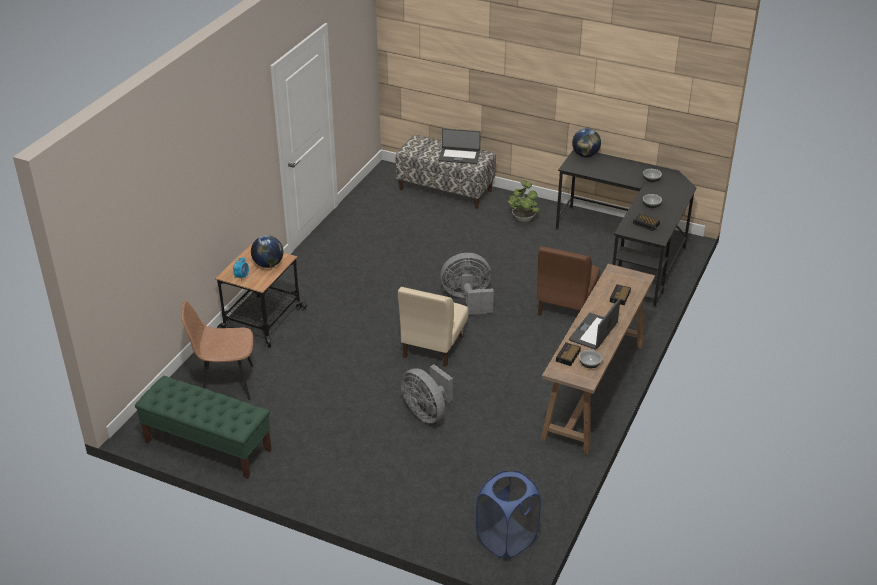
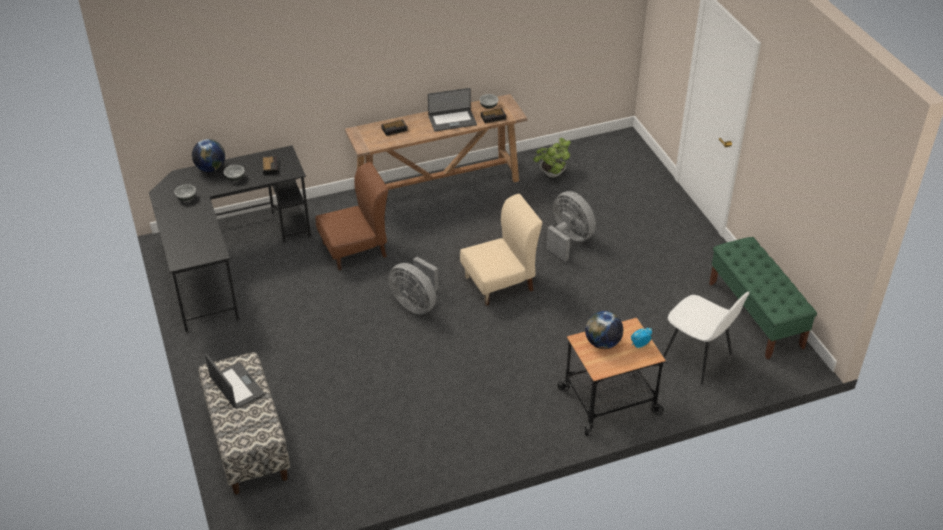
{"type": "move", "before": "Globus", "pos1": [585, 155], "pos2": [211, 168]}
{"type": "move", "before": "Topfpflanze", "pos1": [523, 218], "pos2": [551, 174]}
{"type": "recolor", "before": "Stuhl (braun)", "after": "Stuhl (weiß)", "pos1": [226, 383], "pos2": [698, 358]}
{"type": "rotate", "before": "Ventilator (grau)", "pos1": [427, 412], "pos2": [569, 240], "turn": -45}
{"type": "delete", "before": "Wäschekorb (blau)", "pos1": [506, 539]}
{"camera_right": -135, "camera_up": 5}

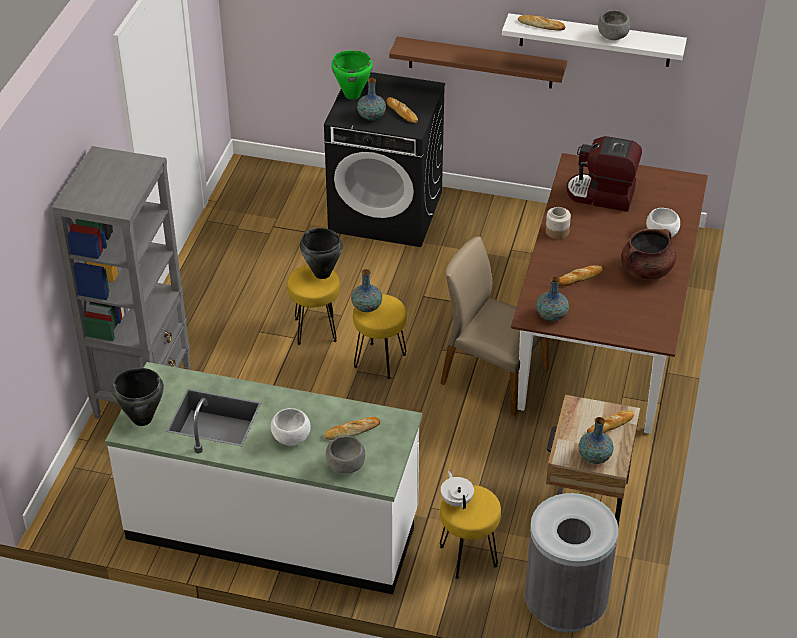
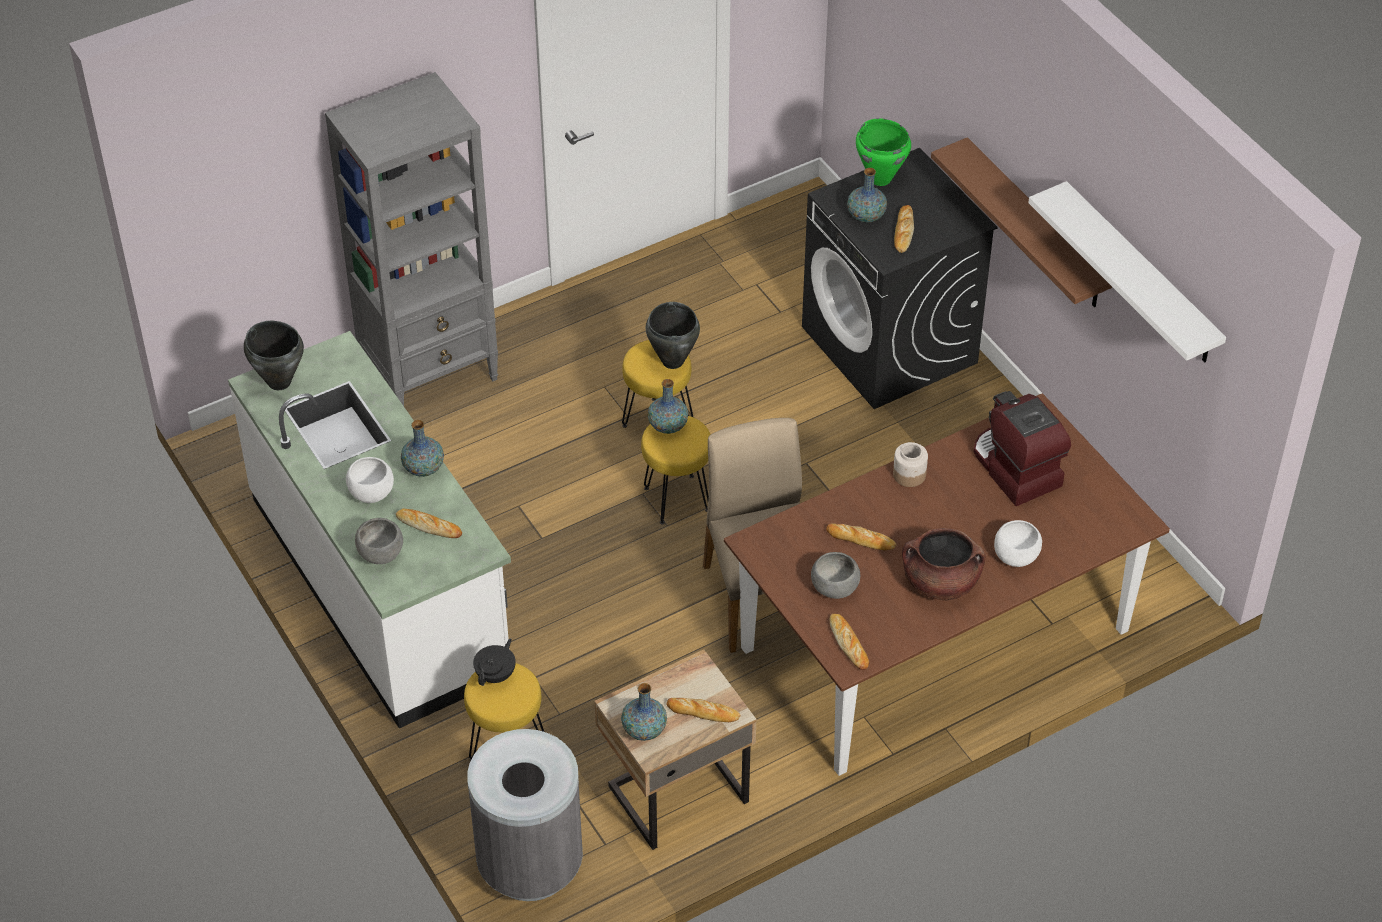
{"type": "move", "before": "Schüssel (grau)", "pos1": [612, 36], "pos2": [834, 588]}
{"type": "move", "before": "Brot", "pos1": [541, 25], "pos2": [848, 644]}
{"type": "move", "before": "Vase", "pos1": [551, 315], "pos2": [423, 468]}
{"type": "recolor", "before": "Teekanne (weiß)", "after": "Teekanne (schwarz)", "pos1": [457, 500], "pos2": [496, 675]}
{"camera_right": 45, "camera_up": 5}

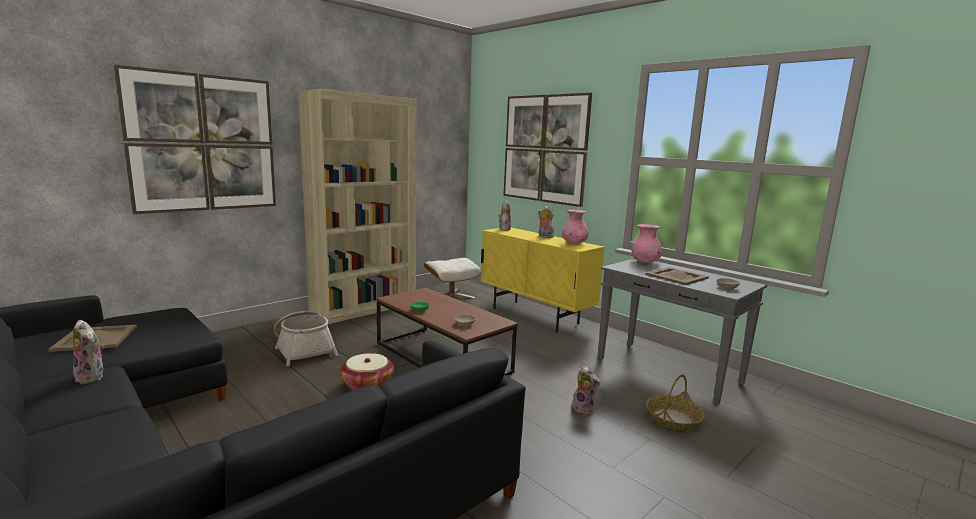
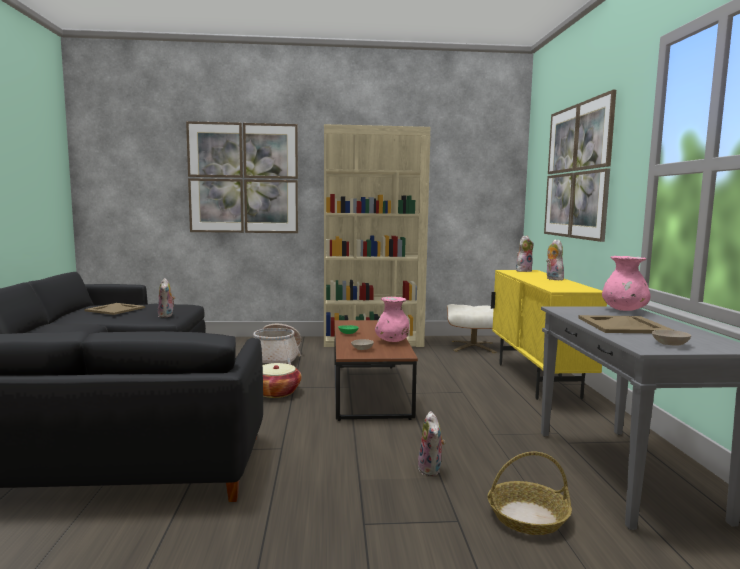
{"type": "move", "before": "Vase (rosa)", "pos1": [574, 243], "pos2": [392, 341]}
{"type": "move", "before": "Plüschtier", "pos1": [92, 377], "pos2": [167, 315]}
{"camera_right": 40, "camera_up": -5}

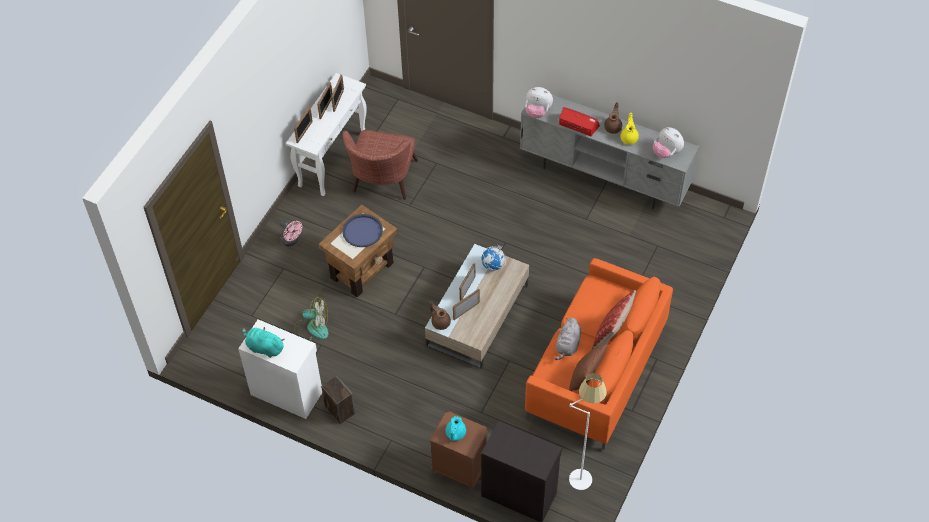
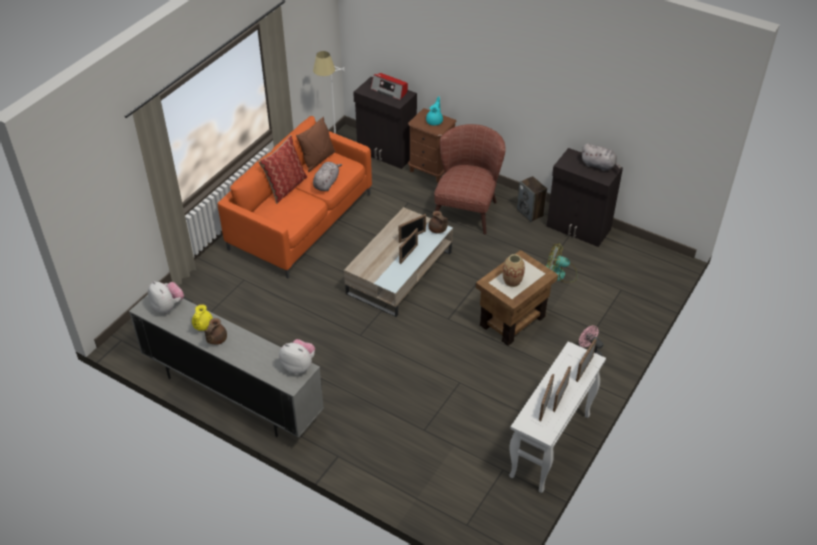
{"type": "move", "before": "Radio", "pos1": [578, 125], "pos2": [390, 90]}
{"type": "move", "before": "Sessel (braun)", "pos1": [382, 182], "pos2": [467, 208]}
{"type": "replace", "before": "Tablett (blau)", "after": "Vase", "pos1": [362, 231], "pos2": [512, 281]}
{"type": "delete", "before": "Globus", "pos1": [493, 265]}
{"type": "recolor", "before": "Schrank (weiß)", "after": "Schrank (schwarz)", "pos1": [286, 392], "pos2": [578, 228]}
{"type": "recolor", "before": "Plüschtier (türkis)", "after": "Plüschtier (grau)", "pos1": [264, 347], "pos2": [599, 165]}
{"camera_right": -175, "camera_up": -10}

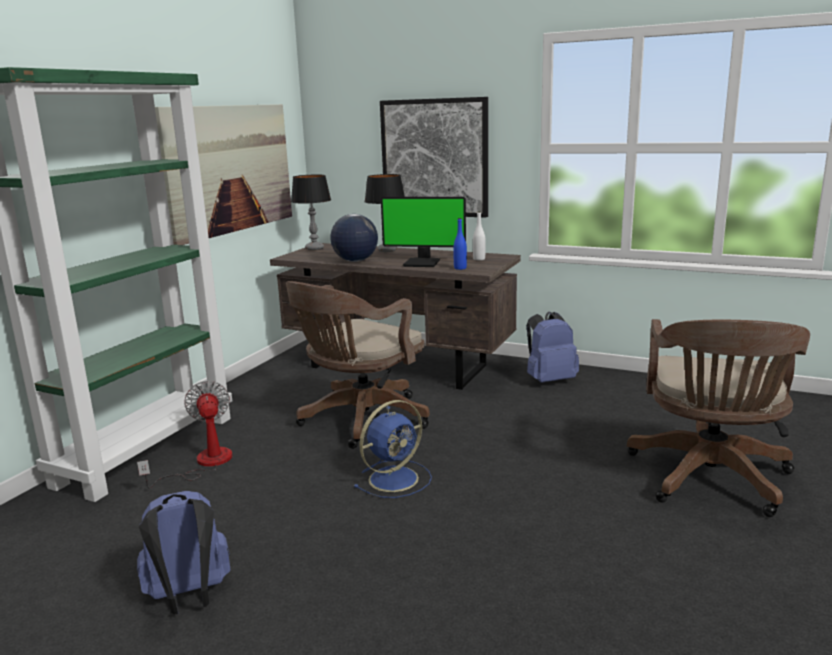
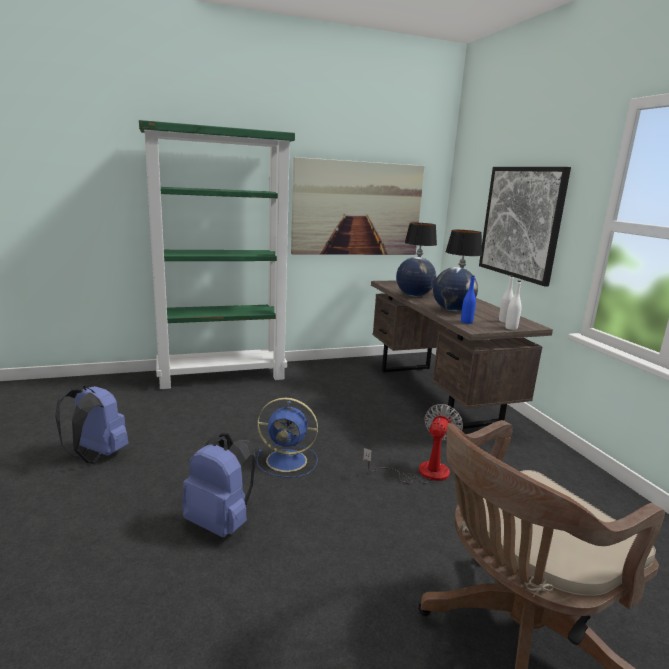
{"type": "replace", "before": "Monitor", "after": "Globus", "pos1": [422, 263], "pos2": [452, 310]}
{"type": "delete", "before": "Bürostuhl (braun)", "pos1": [360, 421]}
{"type": "move", "before": "Rucksack (blau)", "pos1": [549, 380], "pos2": [221, 522]}
{"type": "move", "before": "Ventilator", "pos1": [203, 463], "pos2": [422, 472]}
{"type": "insert", "after": "Flasche (weiß)", "pos2": [511, 328]}
{"camera_right": 45, "camera_up": 0}

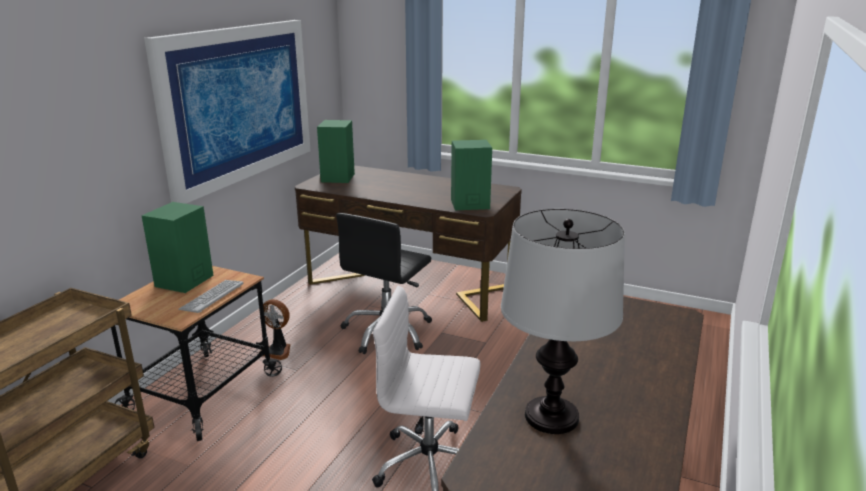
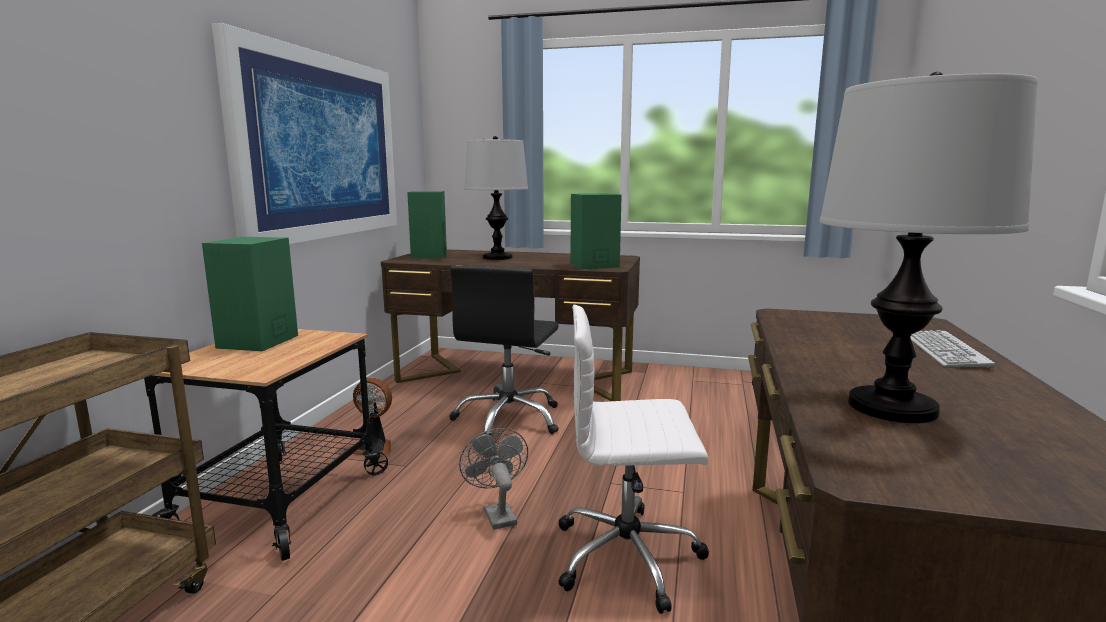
{"type": "move", "before": "Tastatur", "pos1": [212, 297], "pos2": [944, 350]}
{"type": "insert", "after": "Tischlampe", "pos2": [498, 257]}
{"type": "insert", "after": "Ventilator (grau)", "pos2": [497, 513]}
{"camera_right": -10, "camera_up": -10}

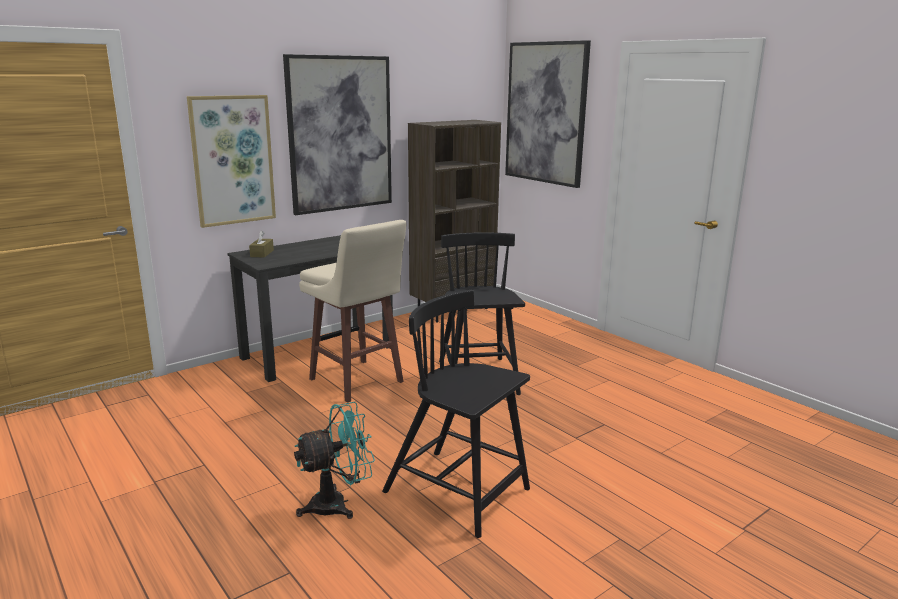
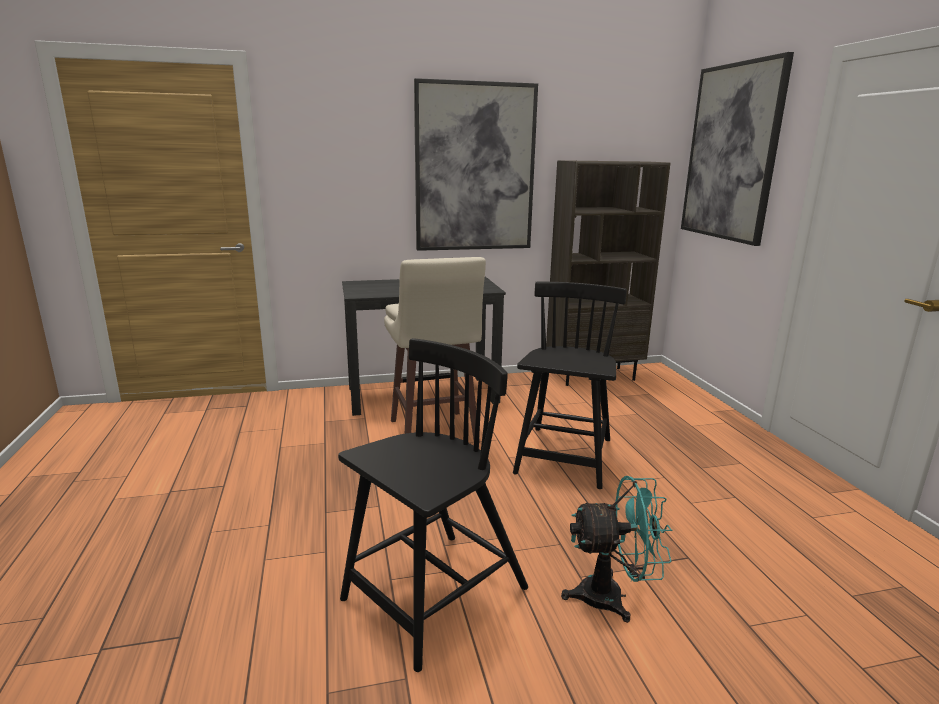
{"type": "delete", "before": "Bild", "pos1": [232, 160]}
{"type": "delete", "before": "Taschentuchbox (braun)", "pos1": [262, 253]}
{"type": "rotate", "before": "Stuhl (schwarz)", "pos1": [458, 492], "pos2": [433, 596], "turn": 75}
{"type": "move", "before": "Ventilator (türkis)", "pos1": [337, 504], "pos2": [612, 596]}
{"camera_right": 25, "camera_up": 0}

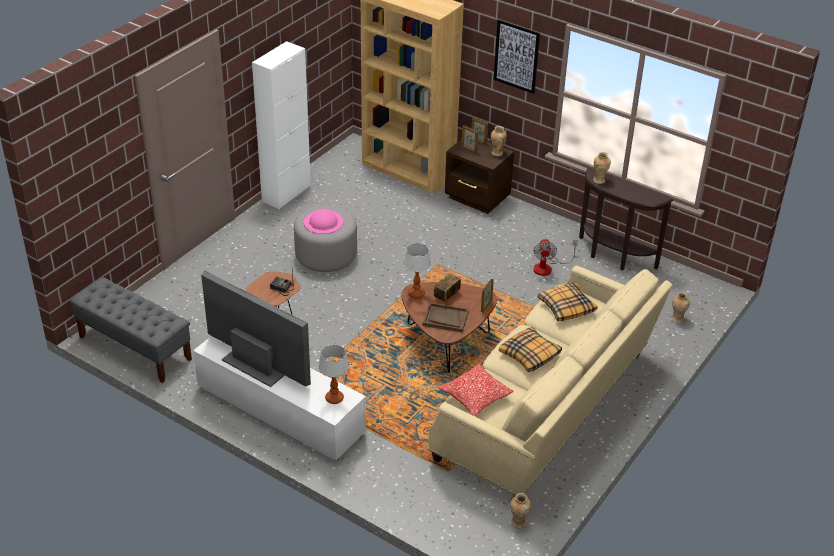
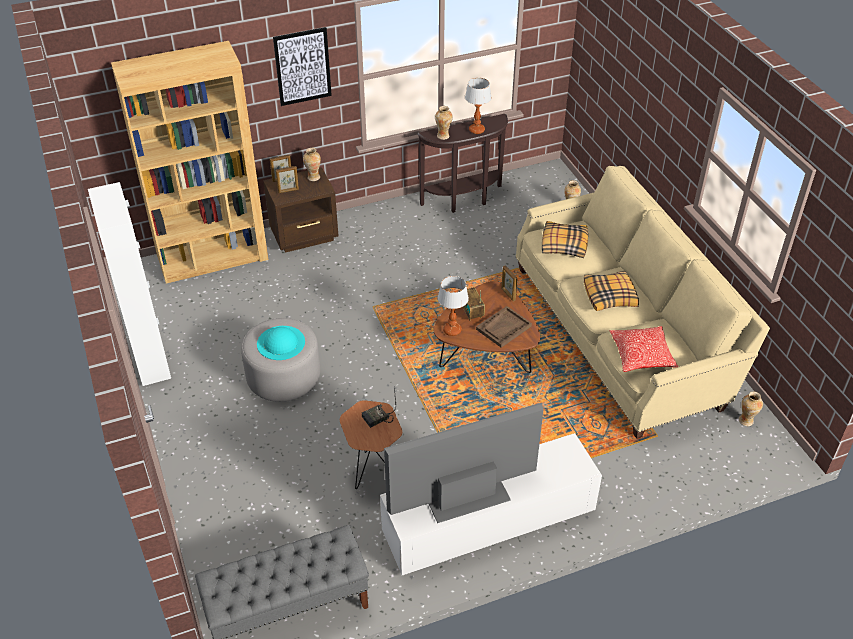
{"type": "recolor", "before": "Hut (rosa)", "after": "Hut (türkis)", "pos1": [323, 222], "pos2": [281, 342]}
{"type": "delete", "before": "Ventilator", "pos1": [548, 267]}
{"type": "move", "before": "Tischlampe", "pos1": [334, 398], "pos2": [476, 130]}
{"camera_right": -55, "camera_up": 5}

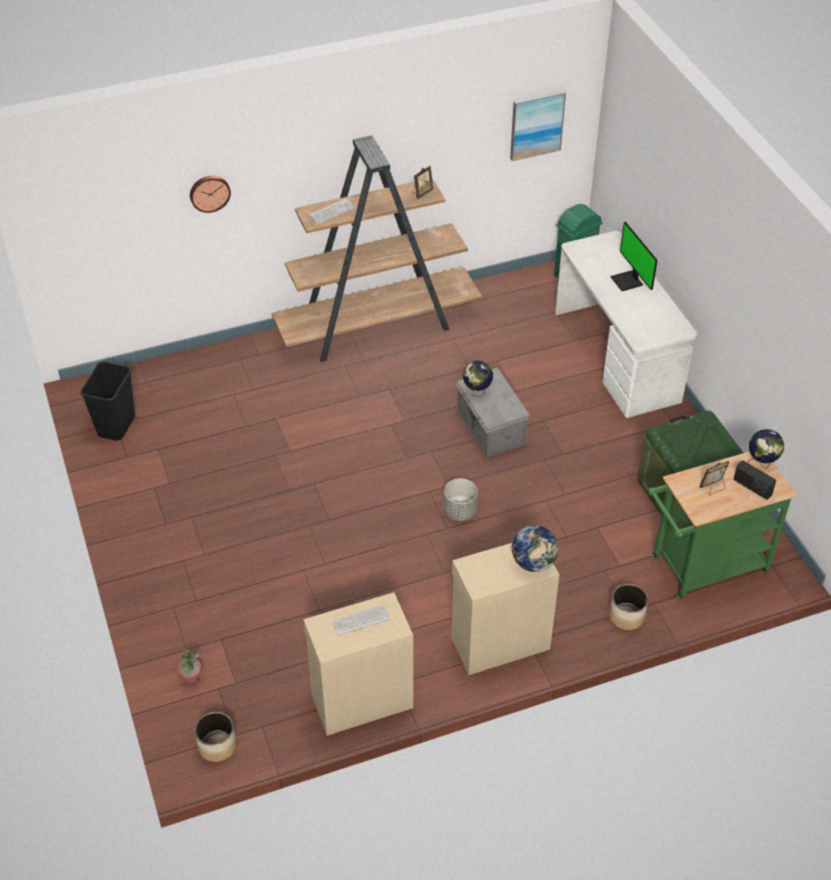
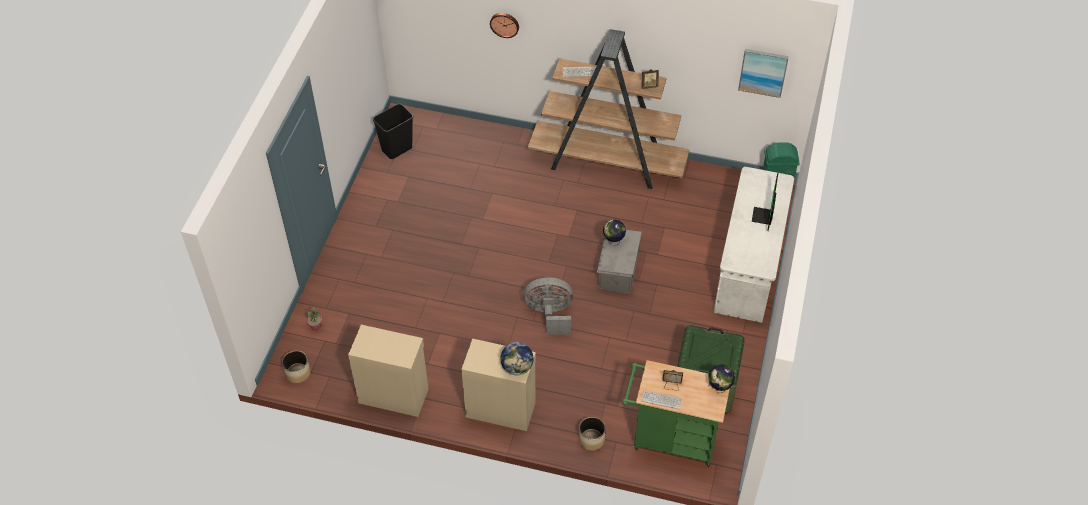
{"type": "delete", "before": "Radio", "pos1": [752, 487]}
{"type": "replace", "before": "Pflanzkübel (grau)", "after": "Ventilator (grau)", "pos1": [460, 511], "pos2": [550, 314]}
{"type": "move", "before": "Tastatur", "pos1": [361, 620], "pos2": [661, 400]}
{"camera_right": 35, "camera_up": 5}

